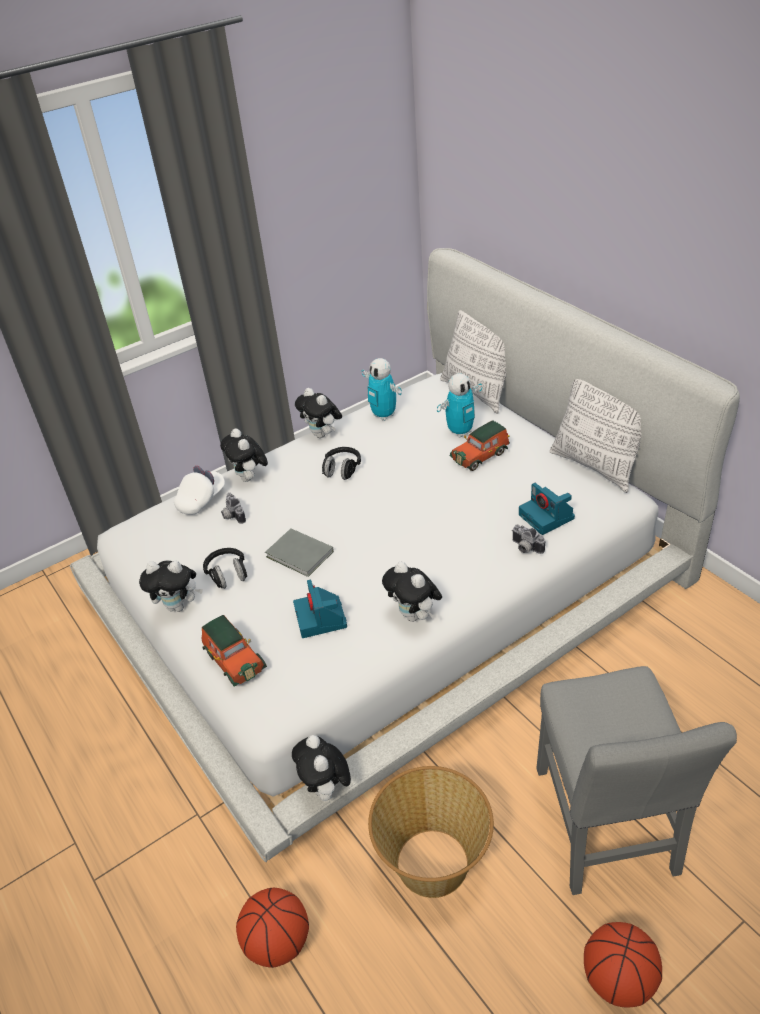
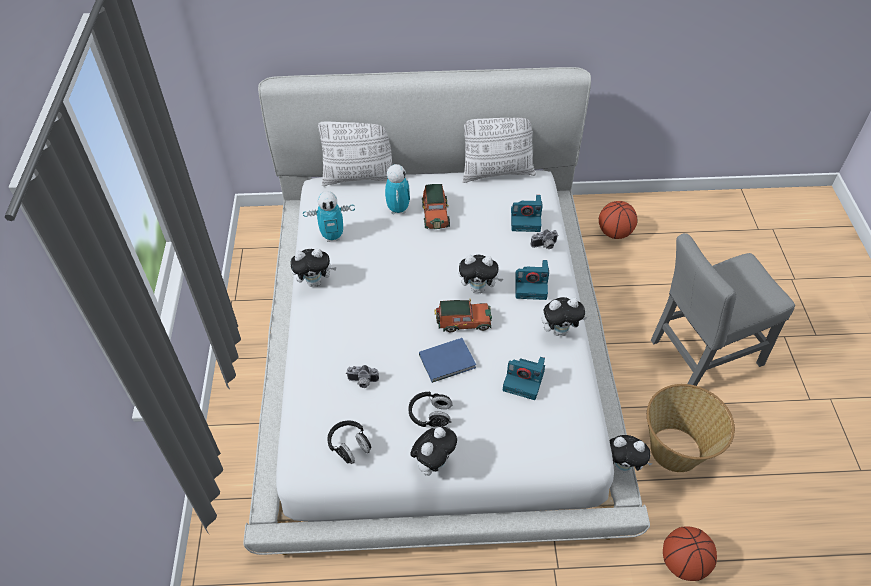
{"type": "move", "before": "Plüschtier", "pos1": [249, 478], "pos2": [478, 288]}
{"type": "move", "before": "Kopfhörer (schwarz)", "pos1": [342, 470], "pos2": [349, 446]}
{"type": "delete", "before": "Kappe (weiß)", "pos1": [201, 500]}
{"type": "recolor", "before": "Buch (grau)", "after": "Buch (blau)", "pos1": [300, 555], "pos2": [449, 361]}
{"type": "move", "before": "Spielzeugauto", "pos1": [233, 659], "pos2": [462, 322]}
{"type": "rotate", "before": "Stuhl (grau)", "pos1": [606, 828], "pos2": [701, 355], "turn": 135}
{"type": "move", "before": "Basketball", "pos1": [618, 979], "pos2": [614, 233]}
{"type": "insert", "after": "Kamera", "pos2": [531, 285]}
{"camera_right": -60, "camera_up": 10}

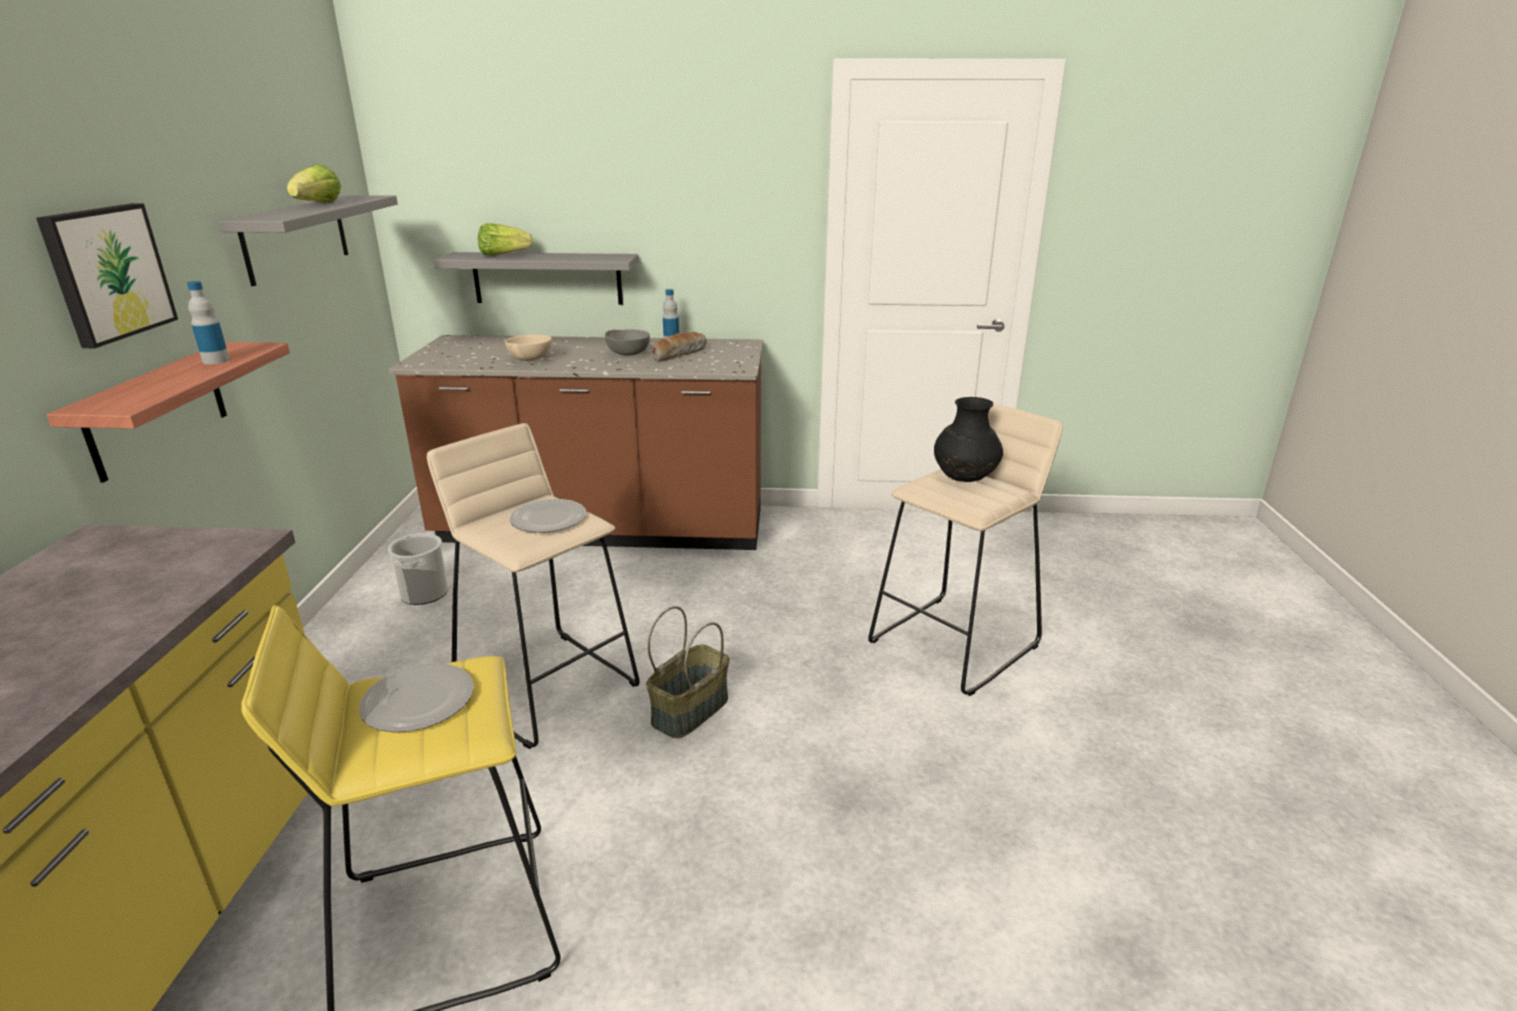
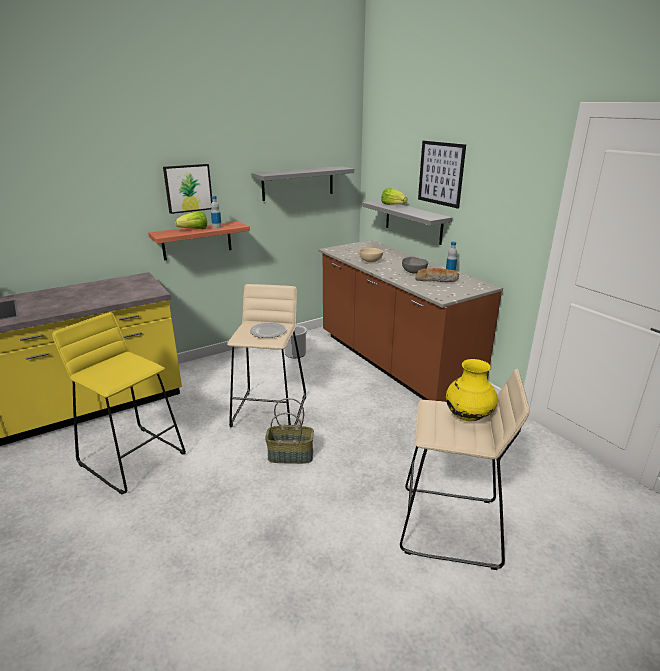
{"type": "move", "before": "Salatkopf", "pos1": [318, 204], "pos2": [194, 230]}
{"type": "recolor", "before": "Vase (schwarz)", "after": "Vase (gelb)", "pos1": [964, 479], "pos2": [468, 416]}
{"type": "delete", "before": "Teller", "pos1": [417, 700]}
{"type": "insert", "after": "Bild", "pos2": [441, 173]}
{"camera_right": 55, "camera_up": 0}

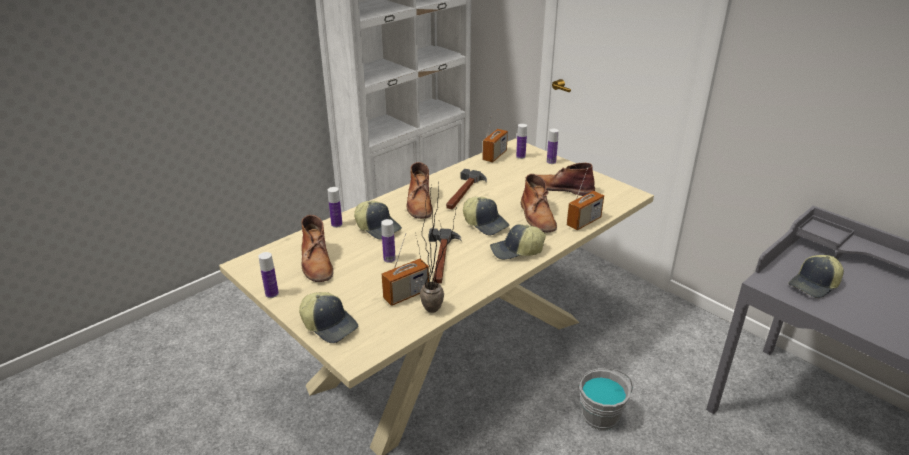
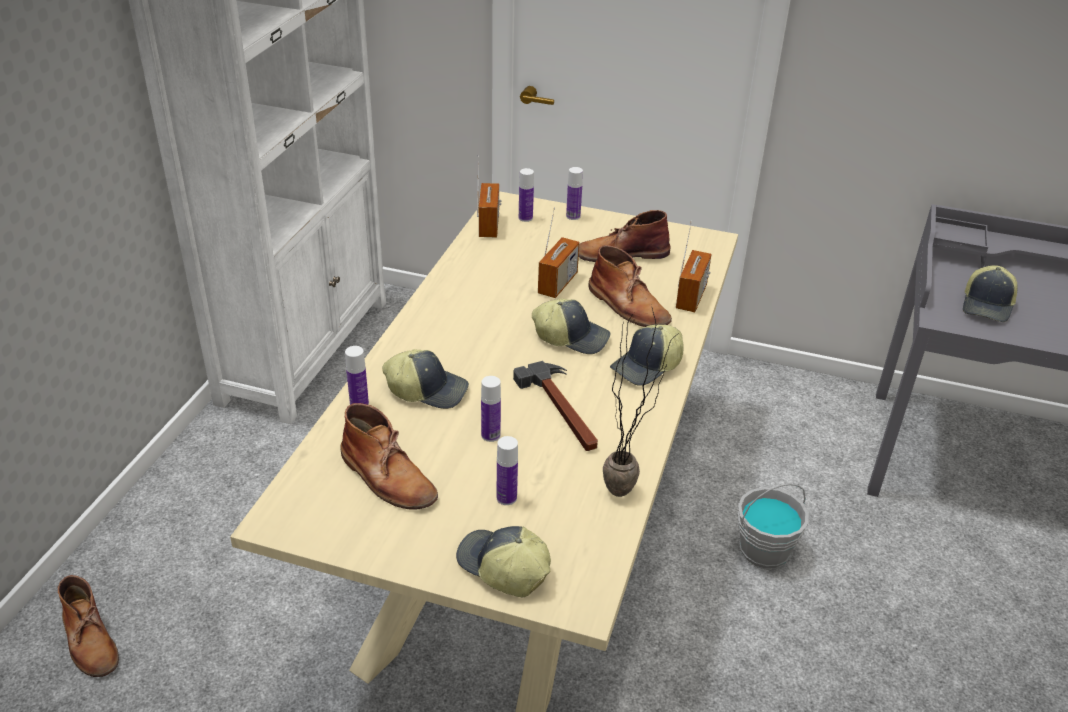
{"type": "move", "before": "Stiefel (braun)", "pos1": [419, 203], "pos2": [90, 640]}
{"type": "delete", "before": "Hammer", "pos1": [463, 193]}
{"type": "move", "before": "Radio", "pos1": [406, 295], "pos2": [558, 284]}
{"type": "move", "before": "Flasche", "pos1": [272, 294], "pos2": [506, 498]}
{"type": "rotate", "before": "Kappe", "pos1": [329, 325], "pos2": [502, 568], "turn": -150}
{"camera_right": -30, "camera_up": 5}

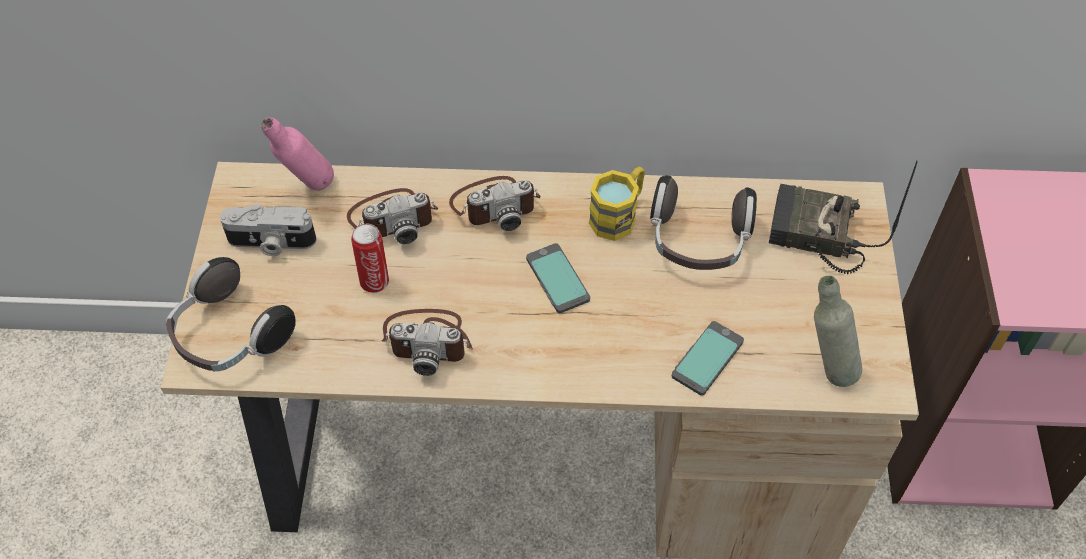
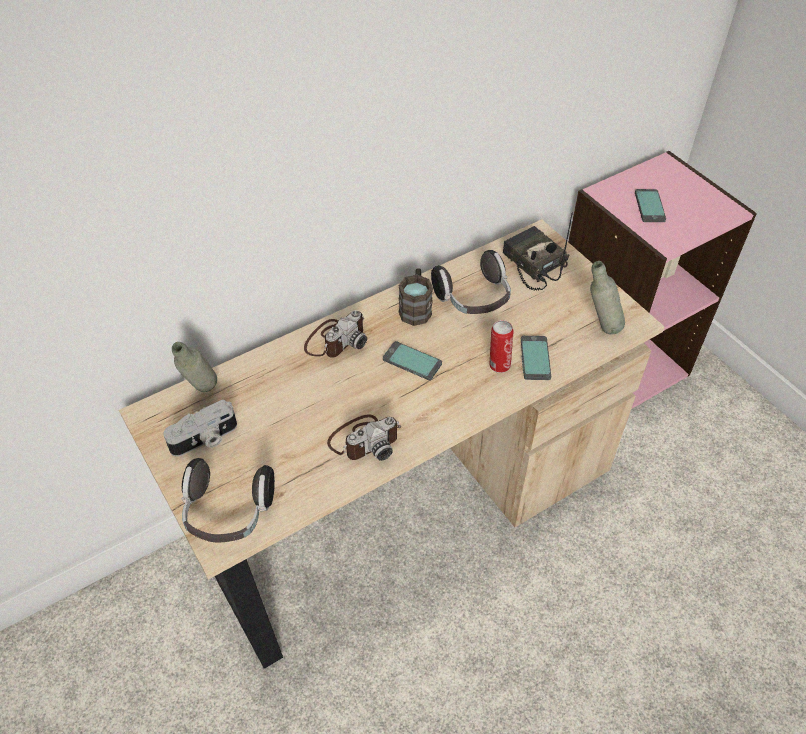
{"type": "recolor", "before": "Flasche (rosa)", "after": "Flasche (grau)", "pos1": [308, 190], "pos2": [202, 394]}
{"type": "rotate", "before": "Radio", "pos1": [814, 236], "pos2": [532, 264], "turn": 75}
{"type": "recolor", "before": "Henkelbecher (gelb)", "after": "Henkelbecher (braun)", "pos1": [618, 215], "pos2": [416, 308]}
{"type": "delete", "before": "Kamera", "pos1": [393, 217]}
{"type": "move", "before": "Dose", "pos1": [374, 281], "pos2": [498, 365]}
{"type": "insert", "after": "Handy", "pos2": [650, 206]}
{"camera_right": -35, "camera_up": -5}

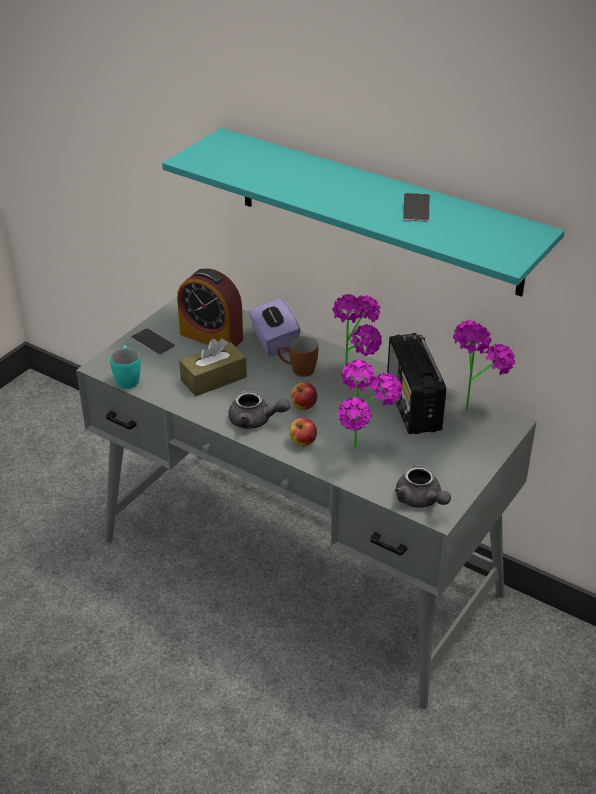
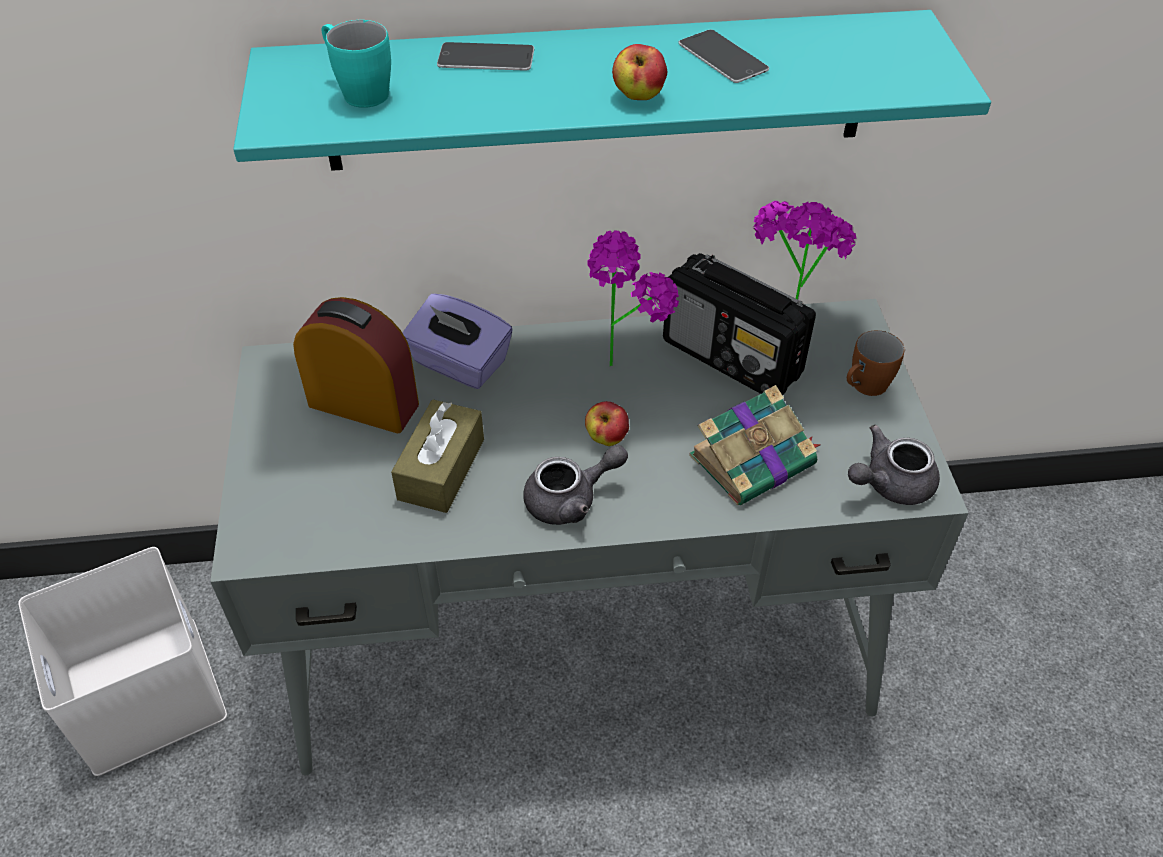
{"type": "rotate", "before": "Wecker", "pos1": [211, 336], "pos2": [363, 404], "turn": -150}
{"type": "move", "before": "Handy", "pos1": [153, 342], "pos2": [486, 57]}
{"type": "move", "before": "Henkelbecher (braun)", "pos1": [297, 370], "pos2": [863, 388]}
{"type": "move", "before": "Henkelbecher (türkis)", "pos1": [127, 378], "pos2": [358, 91]}
{"type": "replace", "before": "Topfpflanze", "after": "Buch", "pos1": [364, 453], "pos2": [754, 459]}
{"type": "move", "before": "Apfel", "pos1": [303, 442], "pos2": [638, 96]}
{"type": "rotate", "before": "Teekanne (grau)", "pos1": [421, 500], "pos2": [889, 484], "turn": 135}
{"type": "insert", "after": "Aufbewahrungsbox (weiß)", "pos2": [149, 694]}
{"camera_right": -40, "camera_up": 10}

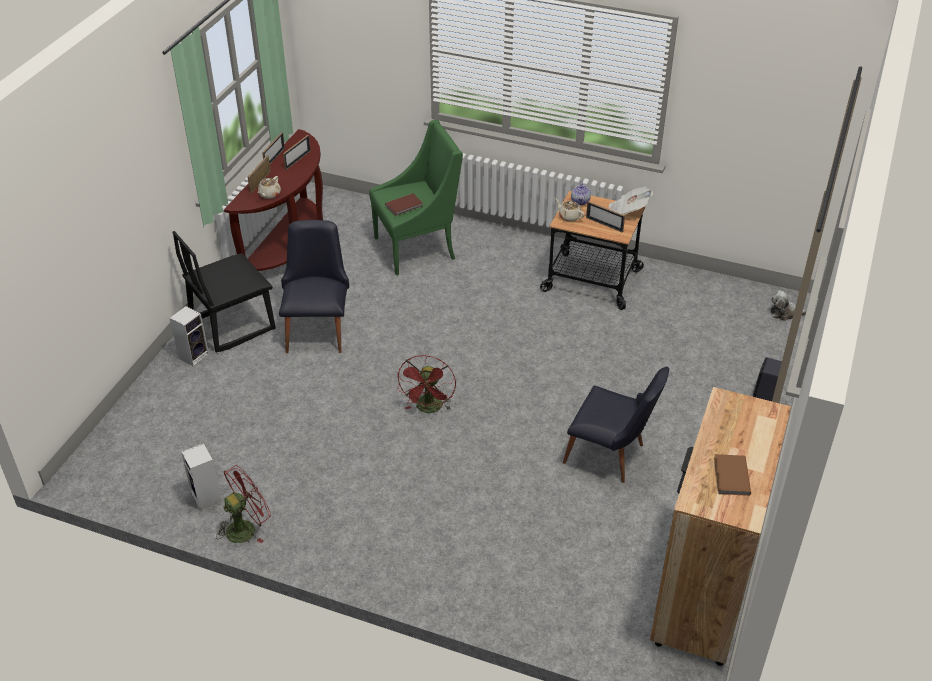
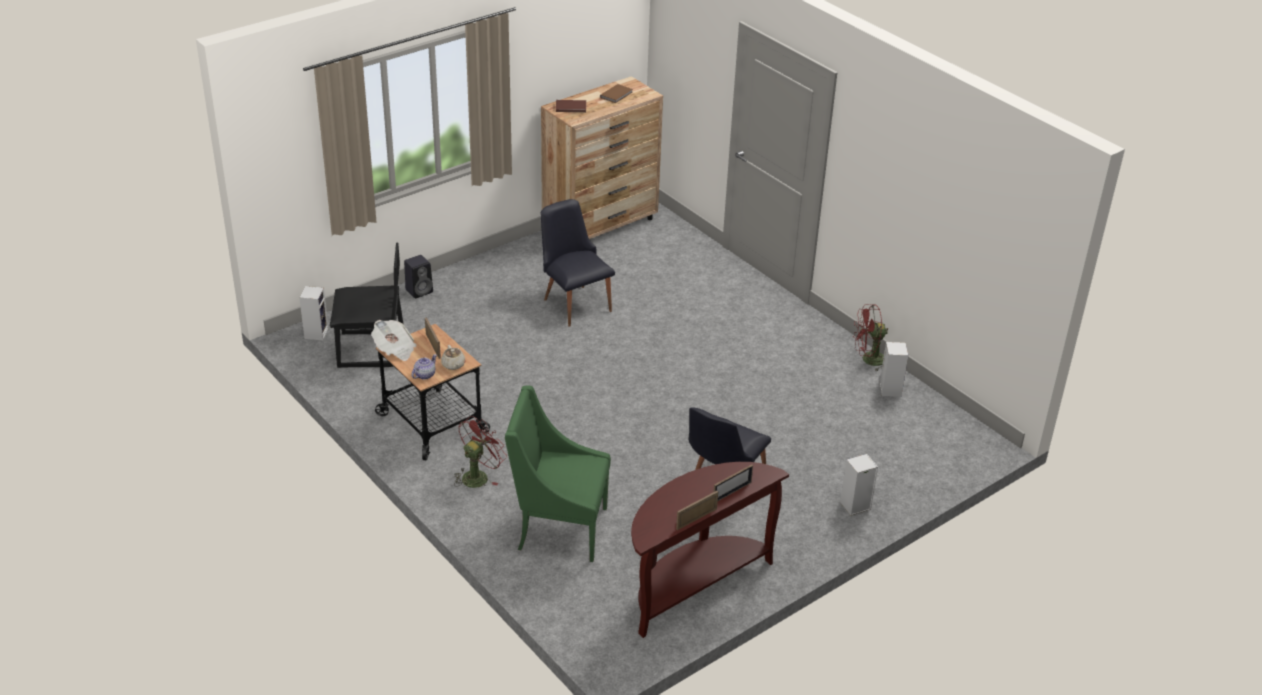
{"type": "delete", "before": "Bilderrahmen", "pos1": [297, 160]}
{"type": "delete", "before": "Teekanne (beige)", "pos1": [269, 194]}
{"type": "move", "before": "Buch (braun)", "pos1": [405, 206], "pos2": [570, 107]}
{"type": "move", "before": "Stuhl (schwarz)", "pos1": [232, 324], "pos2": [371, 350]}
{"type": "replace", "before": "Plüschtier", "after": "Lautsprecher", "pos1": [785, 313], "pos2": [316, 333]}
{"type": "move", "before": "Ventilator (rot)", "pos1": [429, 409], "pos2": [478, 475]}
{"camera_right": -150, "camera_up": -5}

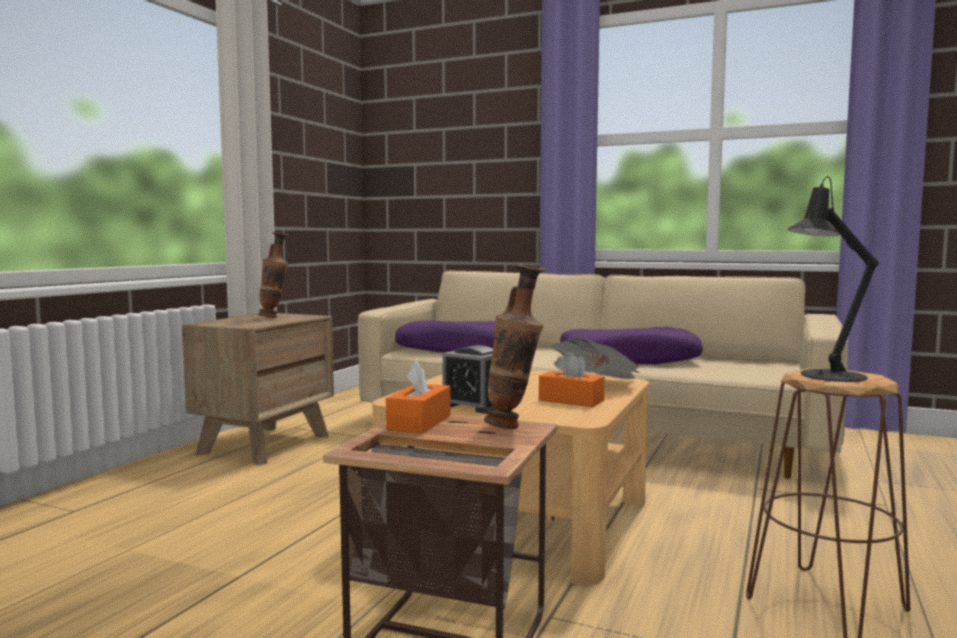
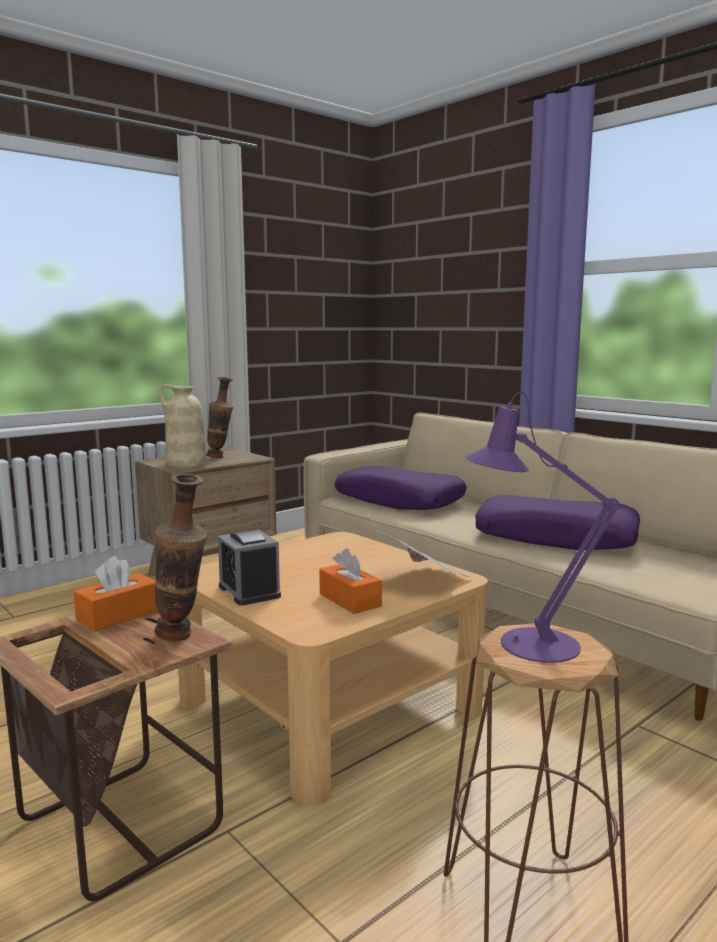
{"type": "recolor", "before": "Tischlampe (schwarz)", "after": "Tischlampe (lila)", "pos1": [826, 376], "pos2": [527, 644]}
{"type": "insert", "after": "Vase (beige)", "pos2": [185, 464]}
{"camera_right": 25, "camera_up": 5}

